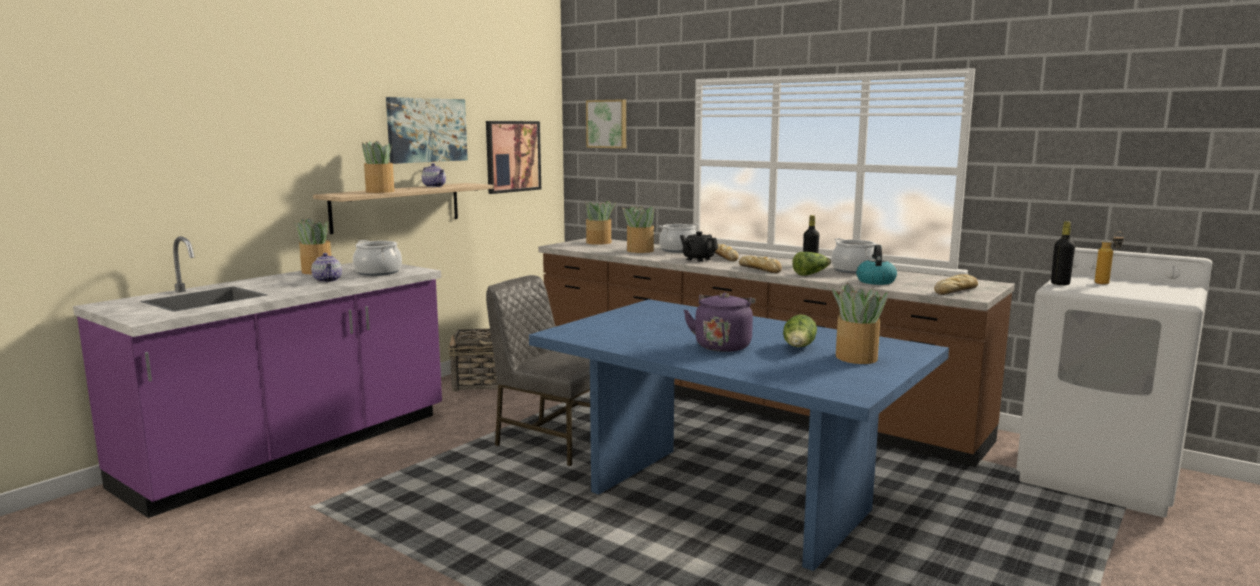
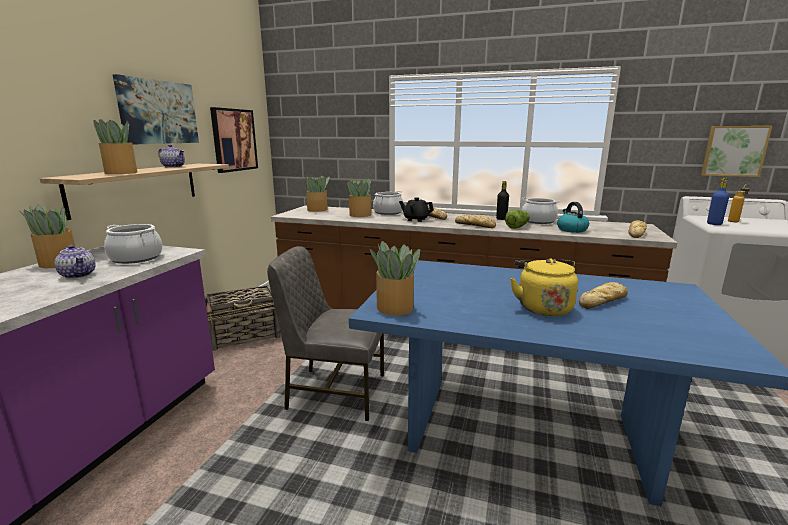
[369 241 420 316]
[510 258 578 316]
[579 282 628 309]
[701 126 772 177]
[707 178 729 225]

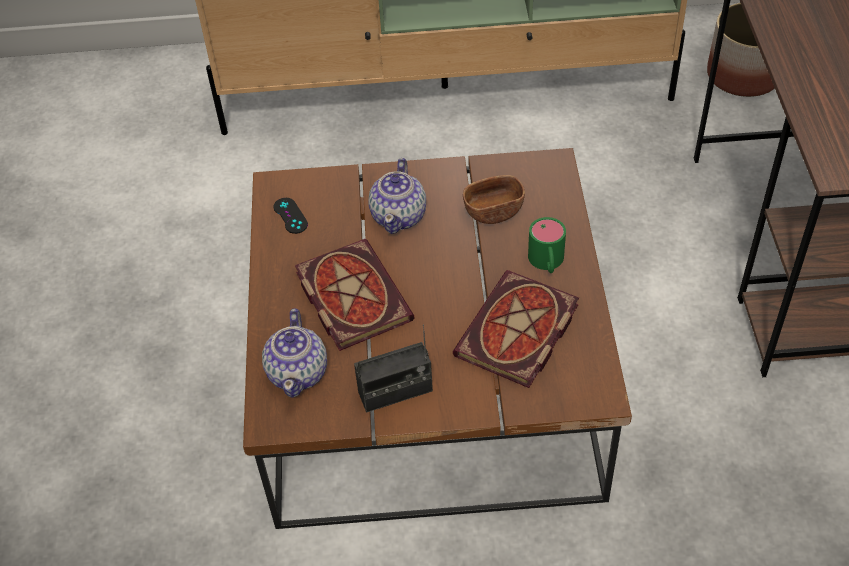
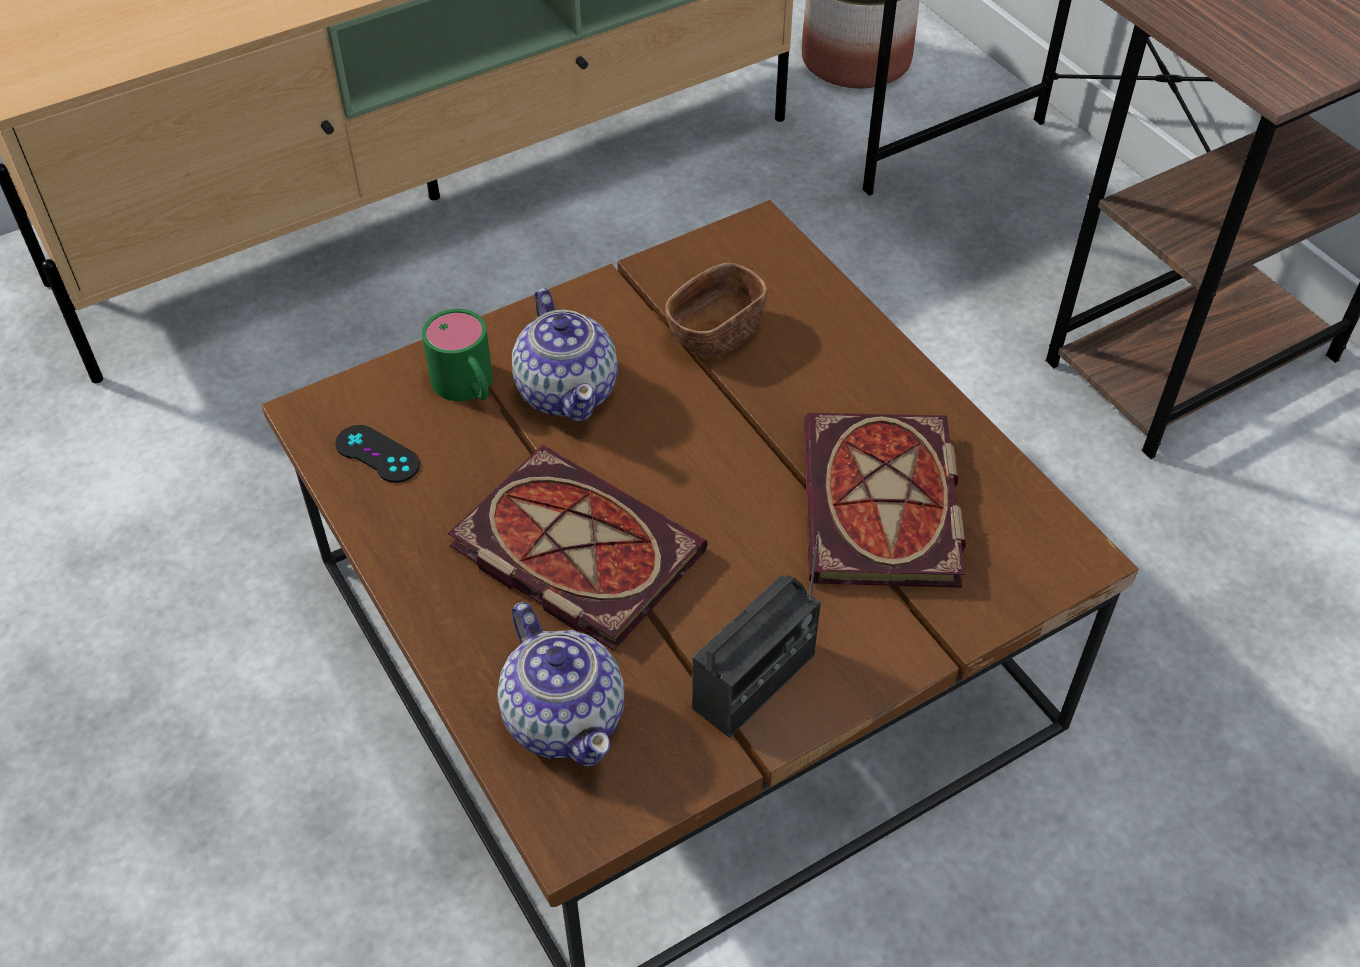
[422 309 493 401]

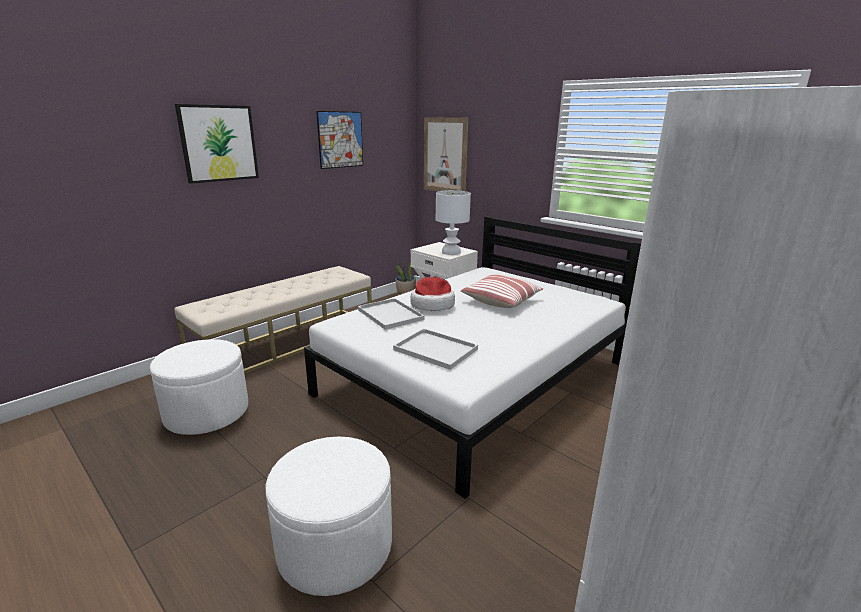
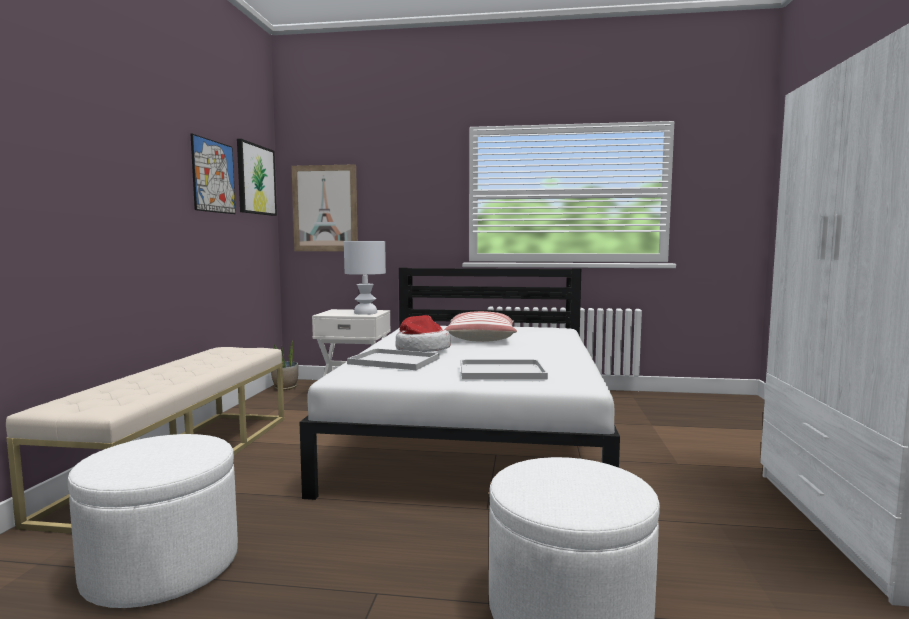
[237 139 277 216]

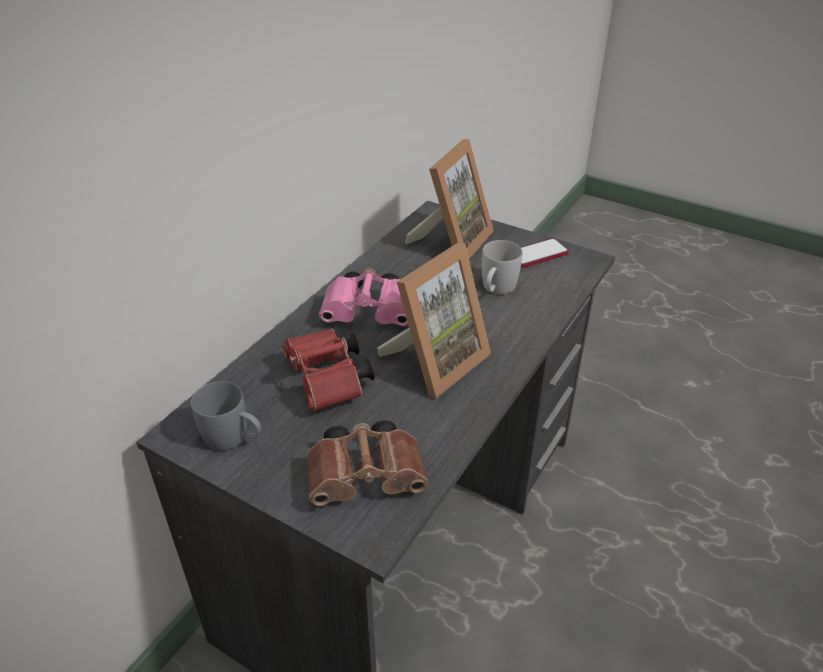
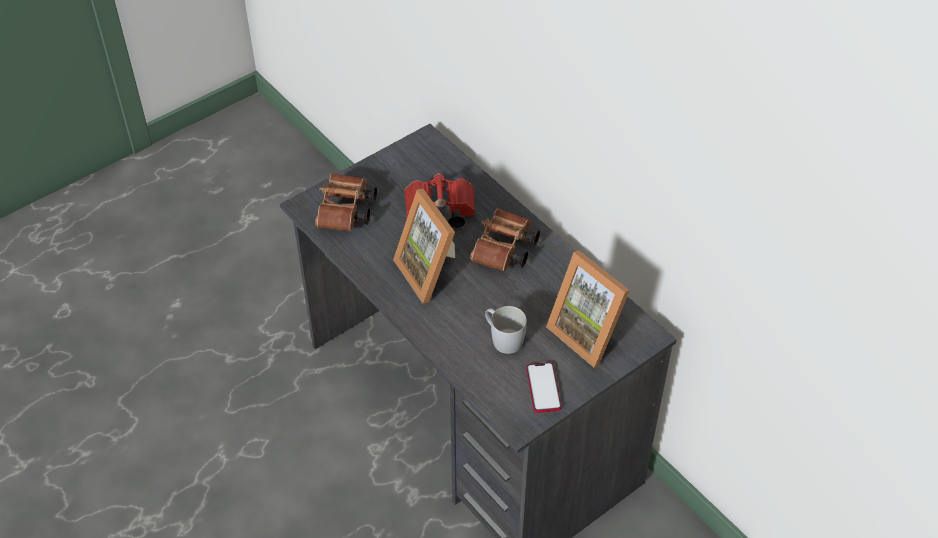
[470 208 540 272]
[191 381 261 451] (first image)

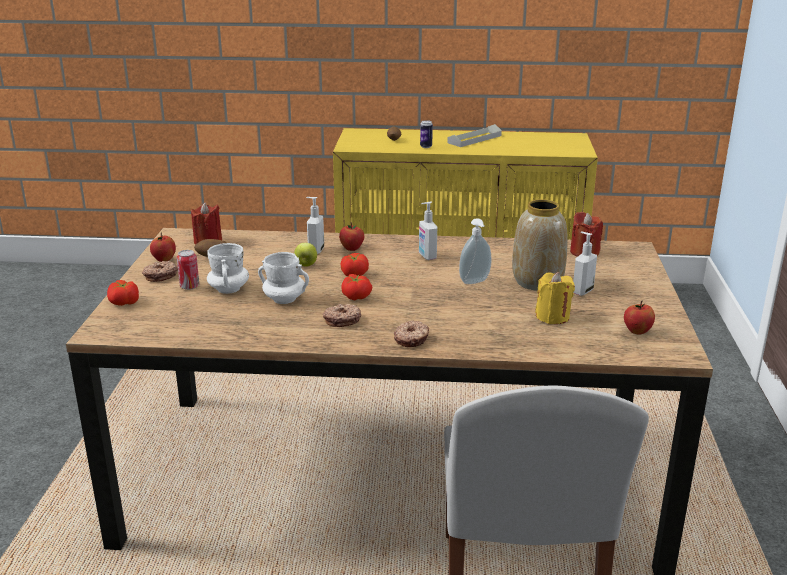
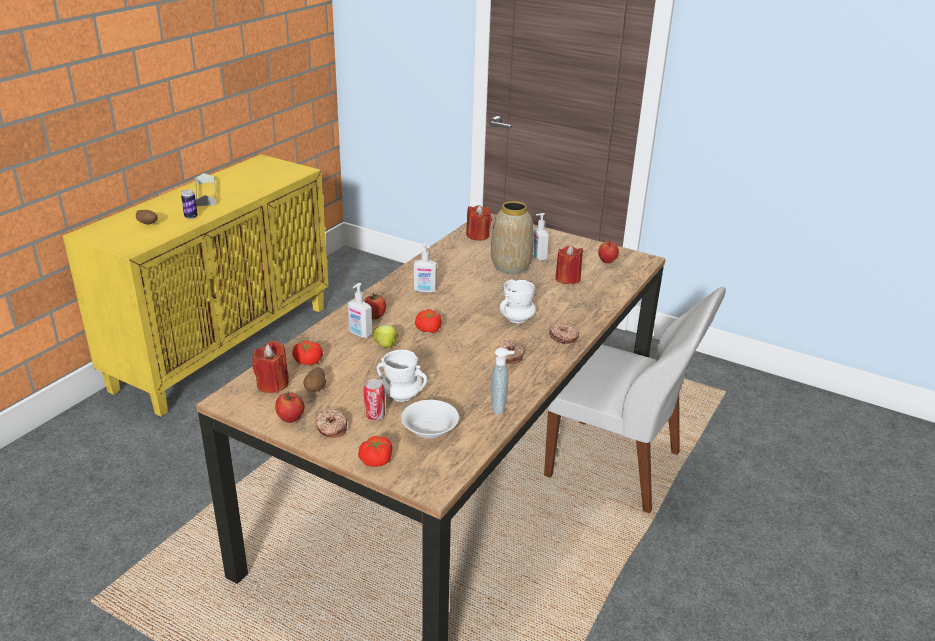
[292 340 323 365]
[401 400 459 439]
[490 348 514 415]
[500 279 536 323]
[555 245 583 284]

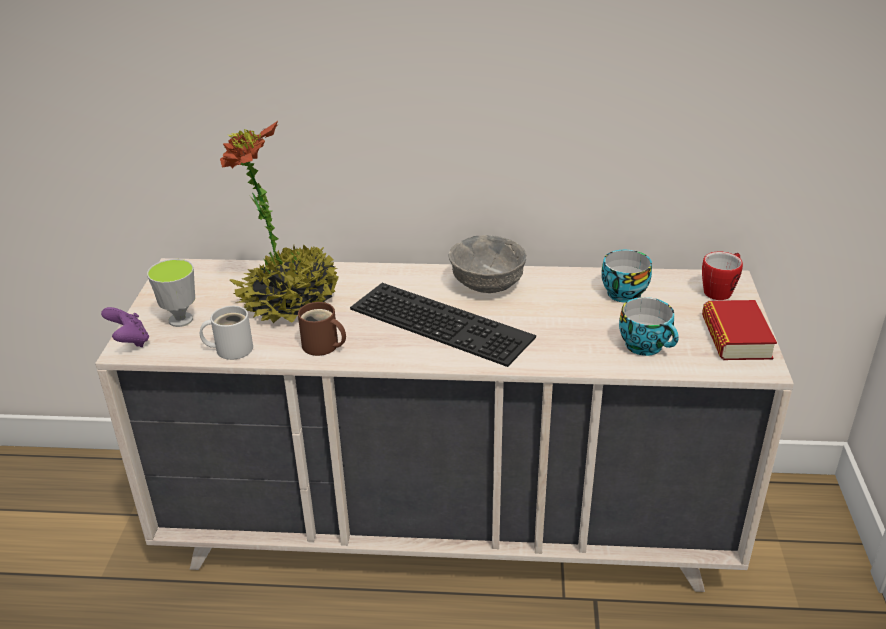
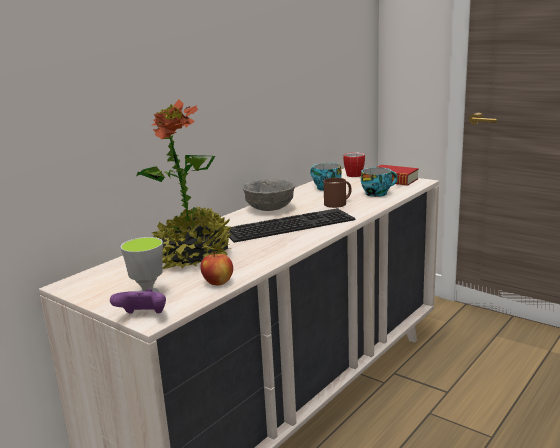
[200 251 233 285]
[323 178 352 208]

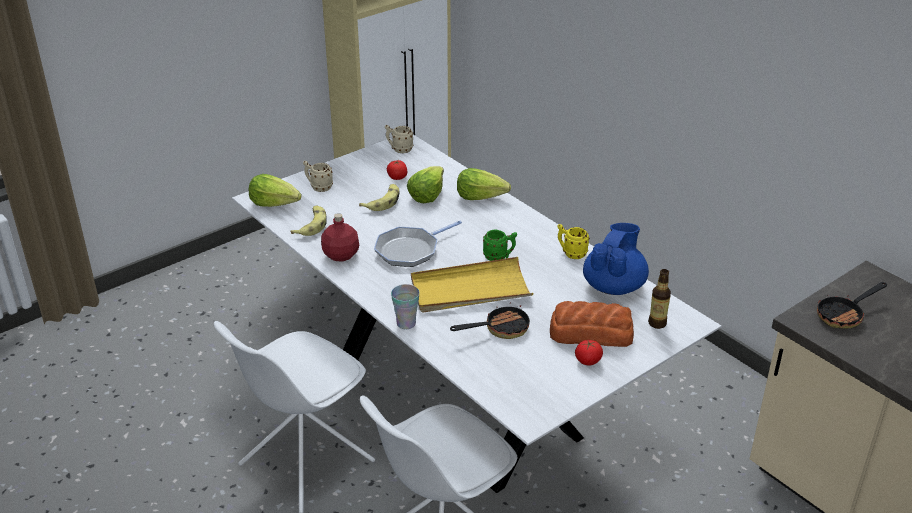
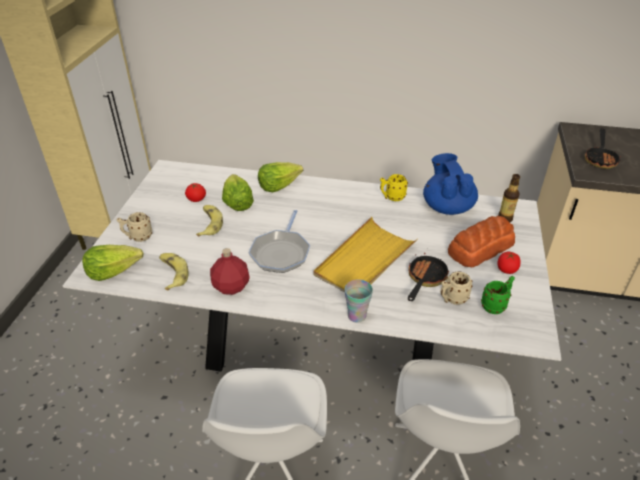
[440 271 472 305]
[481 276 515 314]

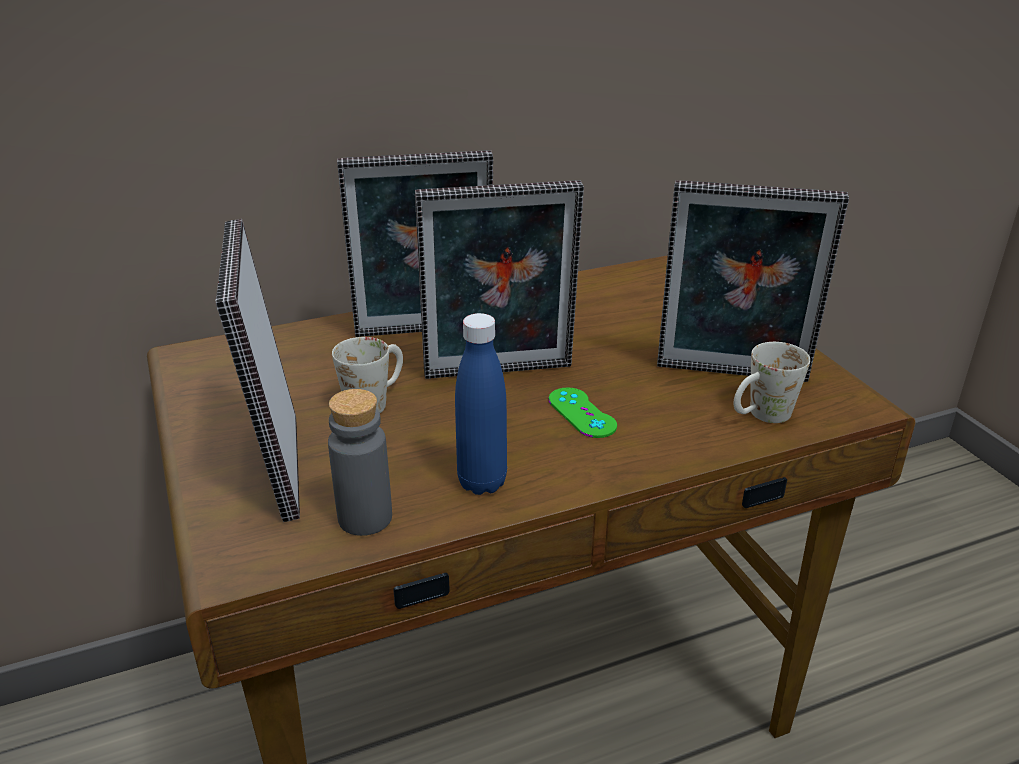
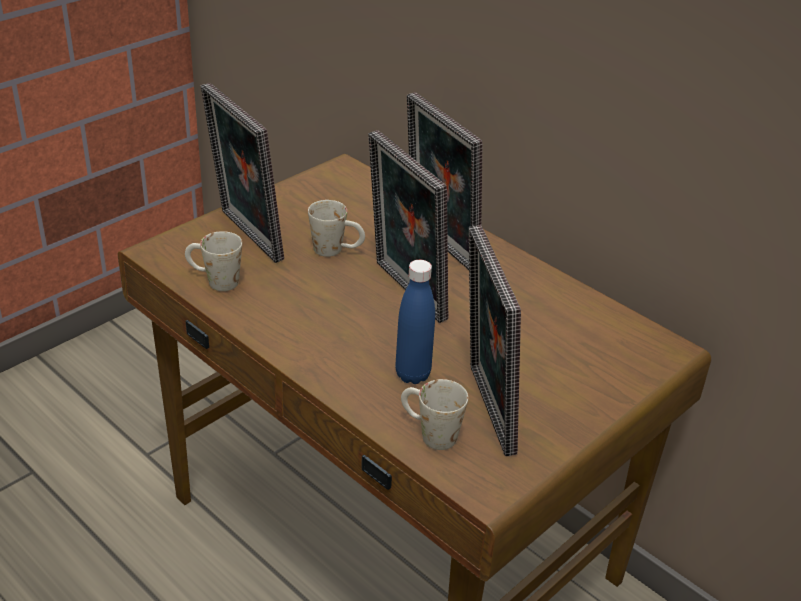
[185 231 242 291]
[201 83 284 263]
[395 260 435 384]
[549 388 617 438] (first image)

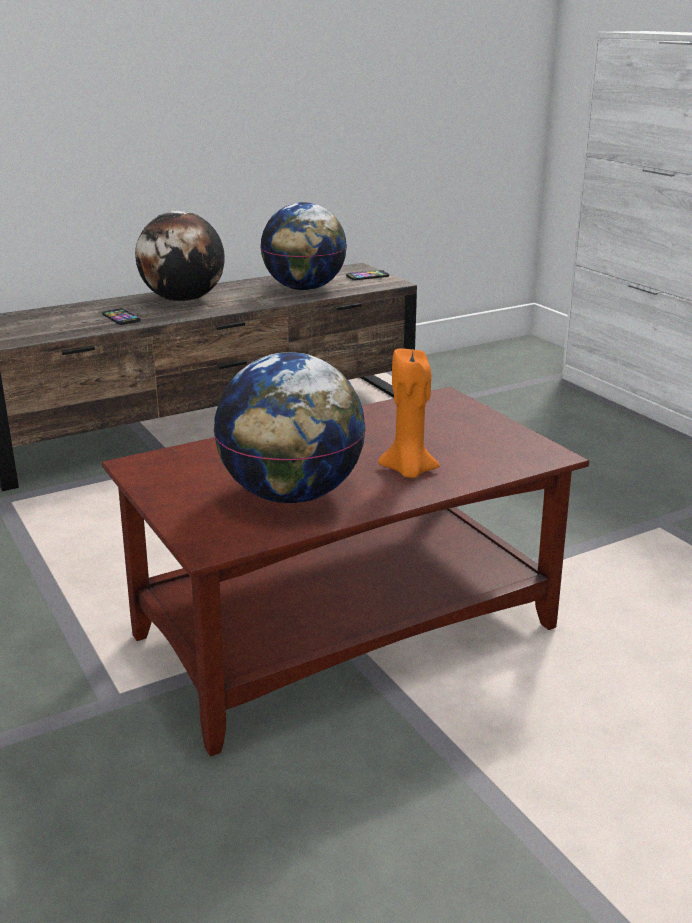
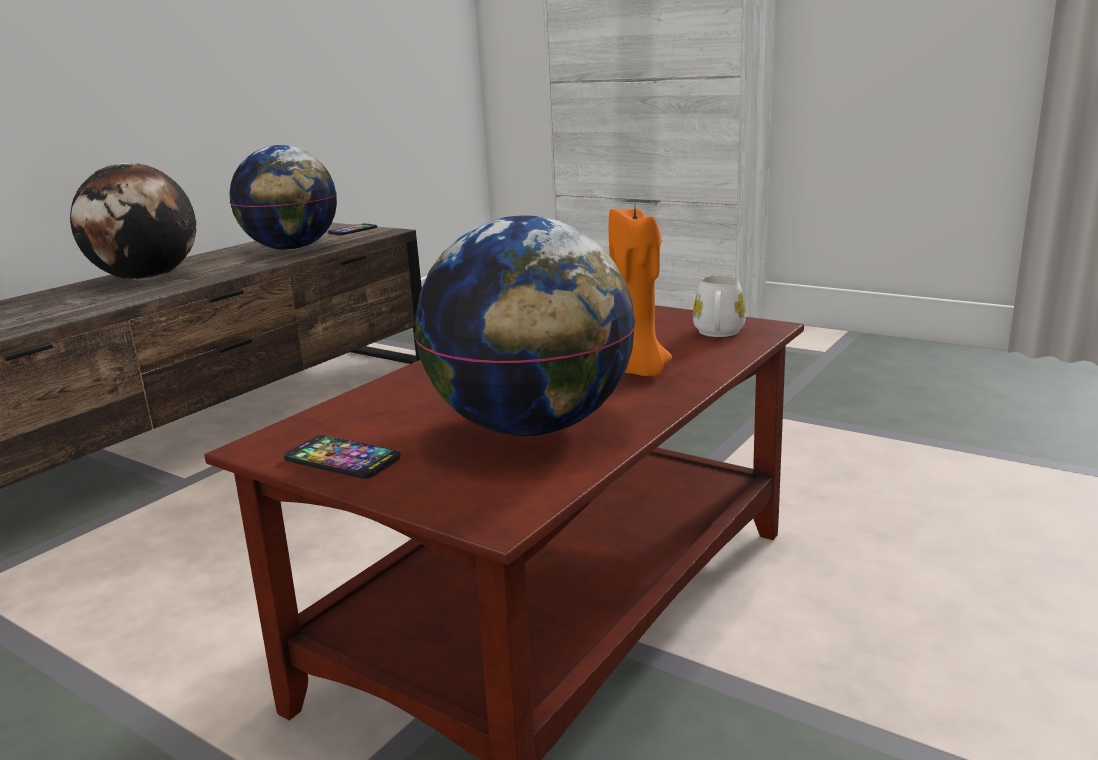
[284 435 401 479]
[693 275 746 337]

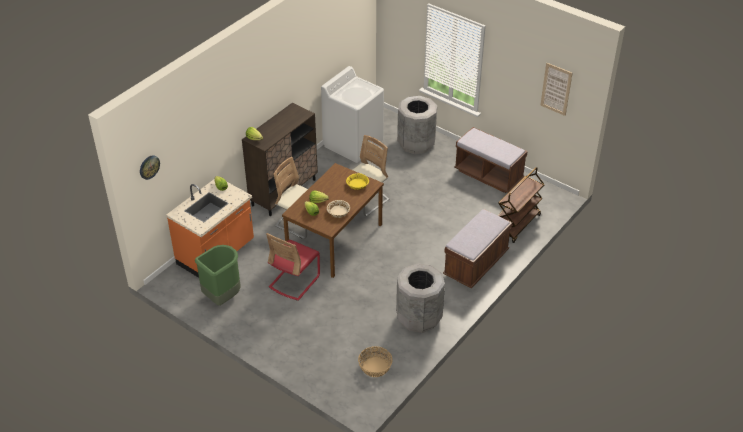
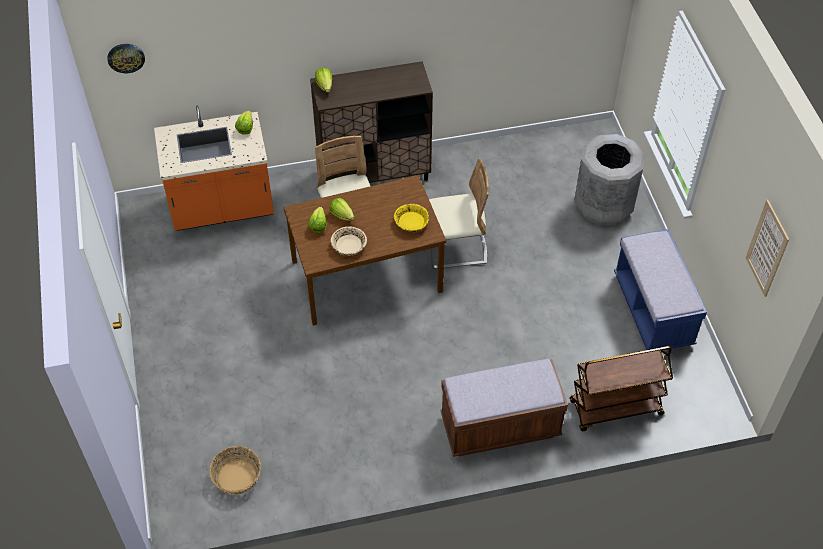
[614 229 707 350]
[195 245 241 306] (first image)
[266 233 320 301] (first image)
[321 66 384 163] (first image)
[396 263 445 333] (first image)

